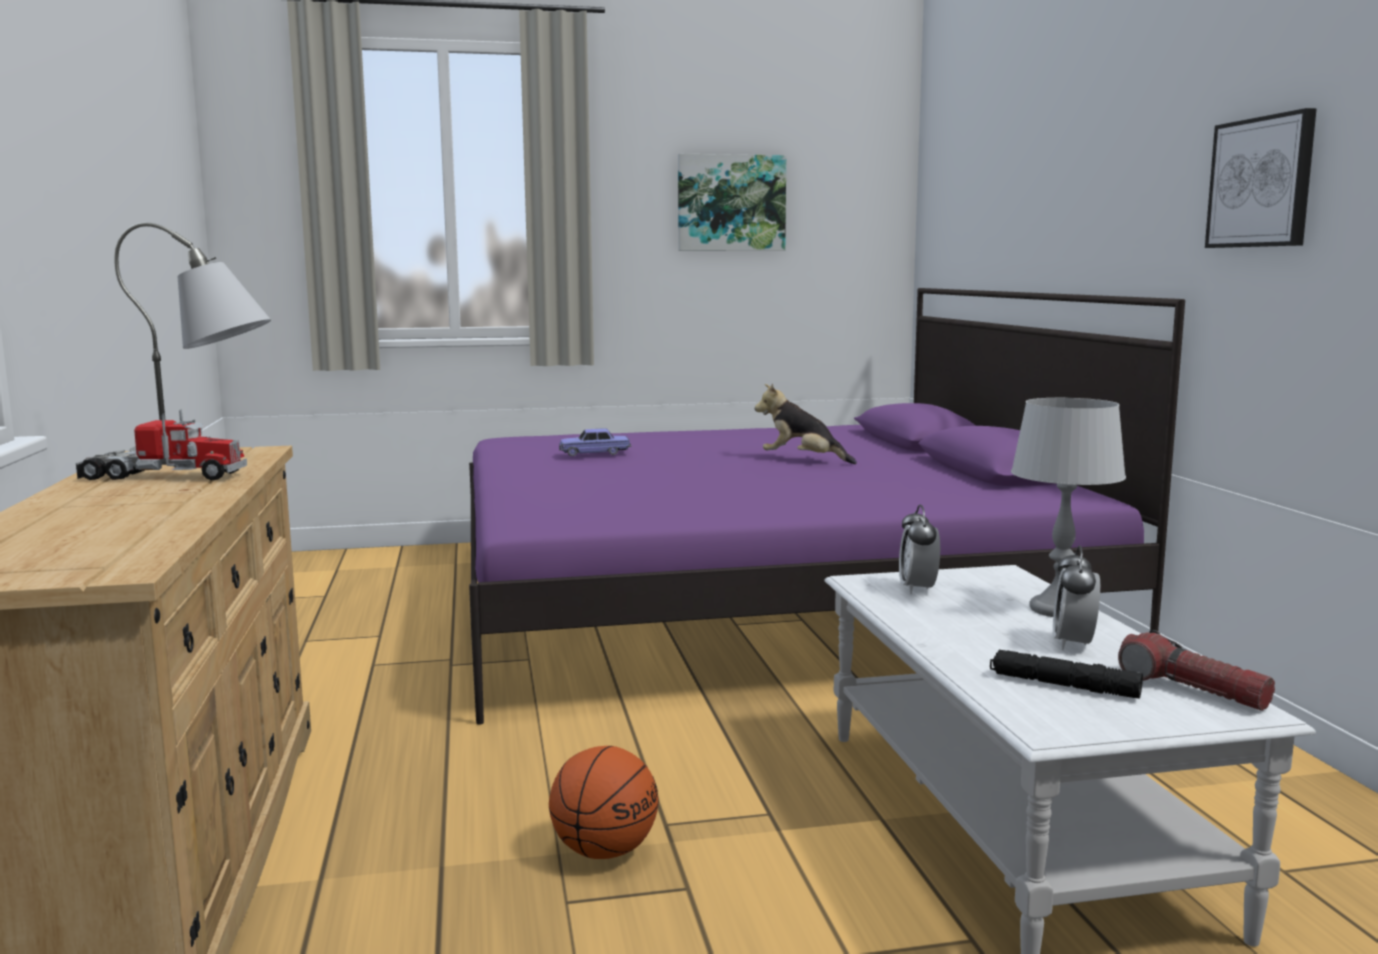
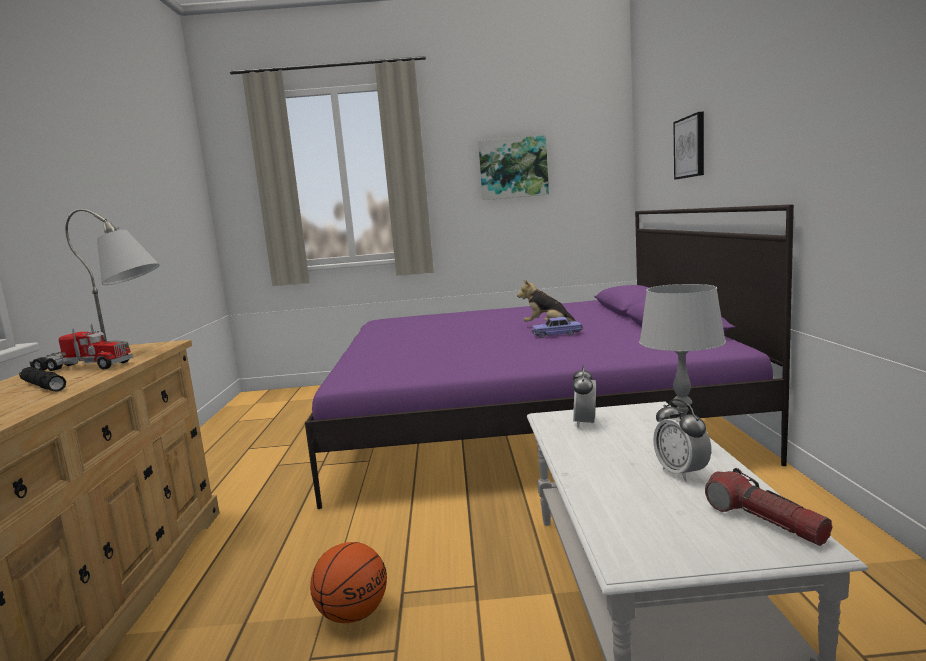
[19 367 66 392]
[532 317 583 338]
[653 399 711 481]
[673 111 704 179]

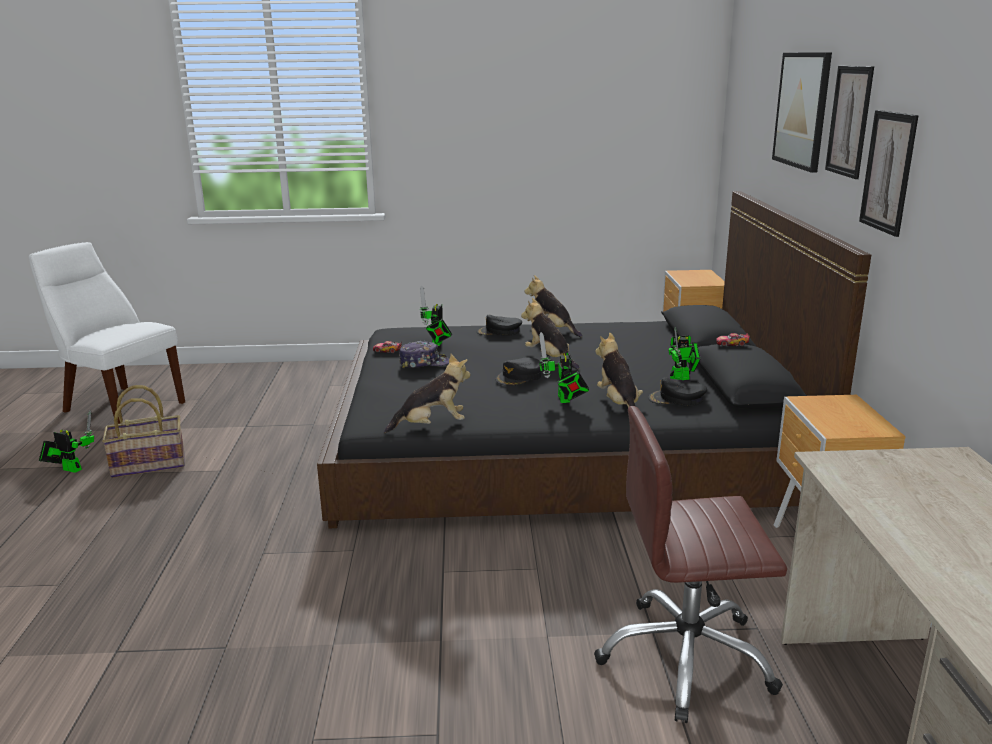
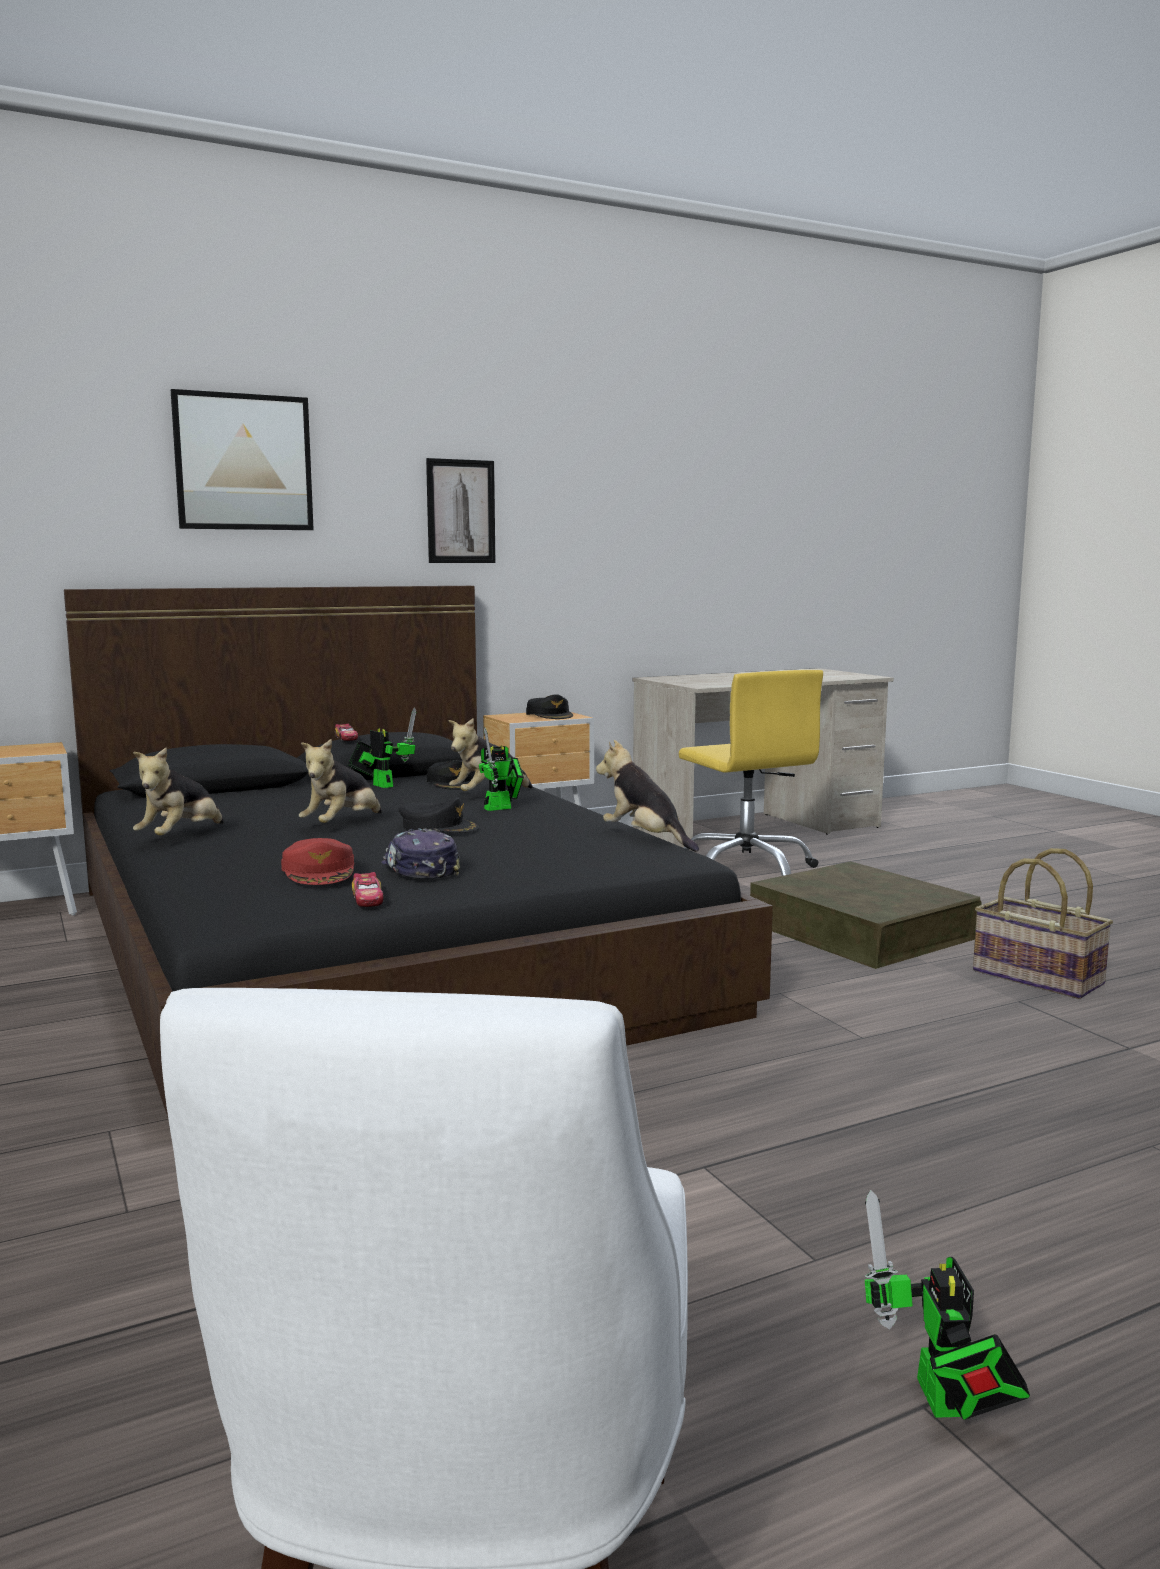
[281 838 354 885]
[526 694 573 719]
[679 670 823 876]
[750 861 981 969]
[973 848 1113 999]
[825 66 874 179] (first image)

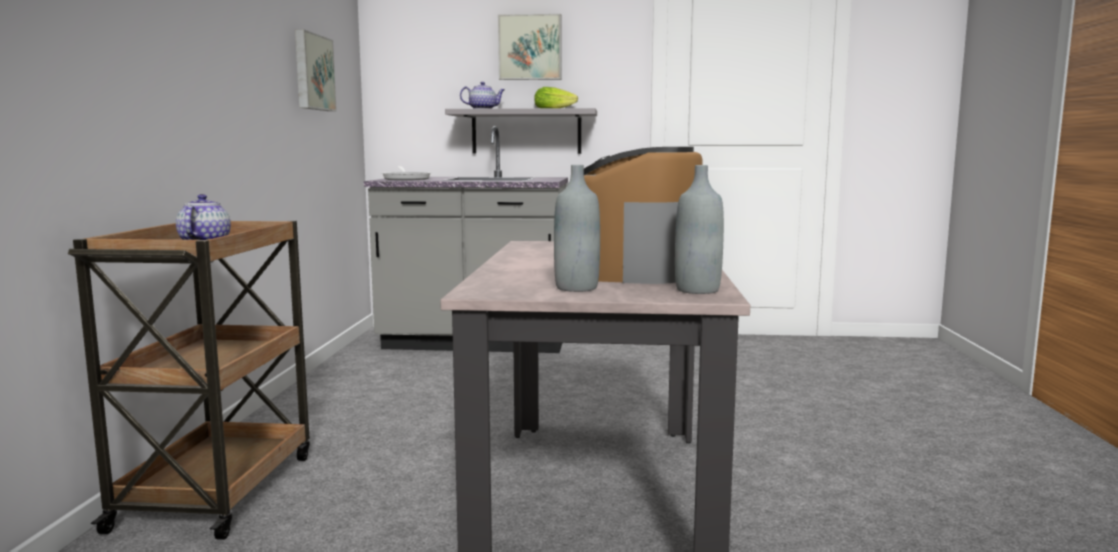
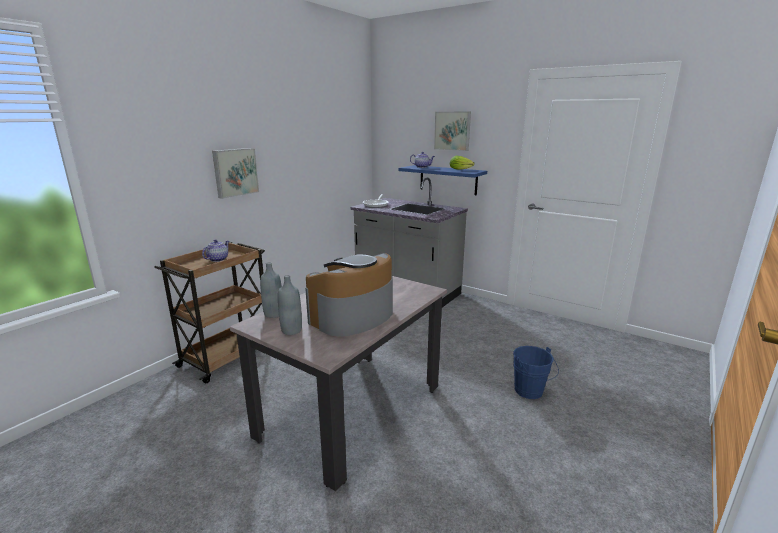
[212 148 259 199]
[260 262 282 318]
[399 165 487 195]
[513 346 559 399]

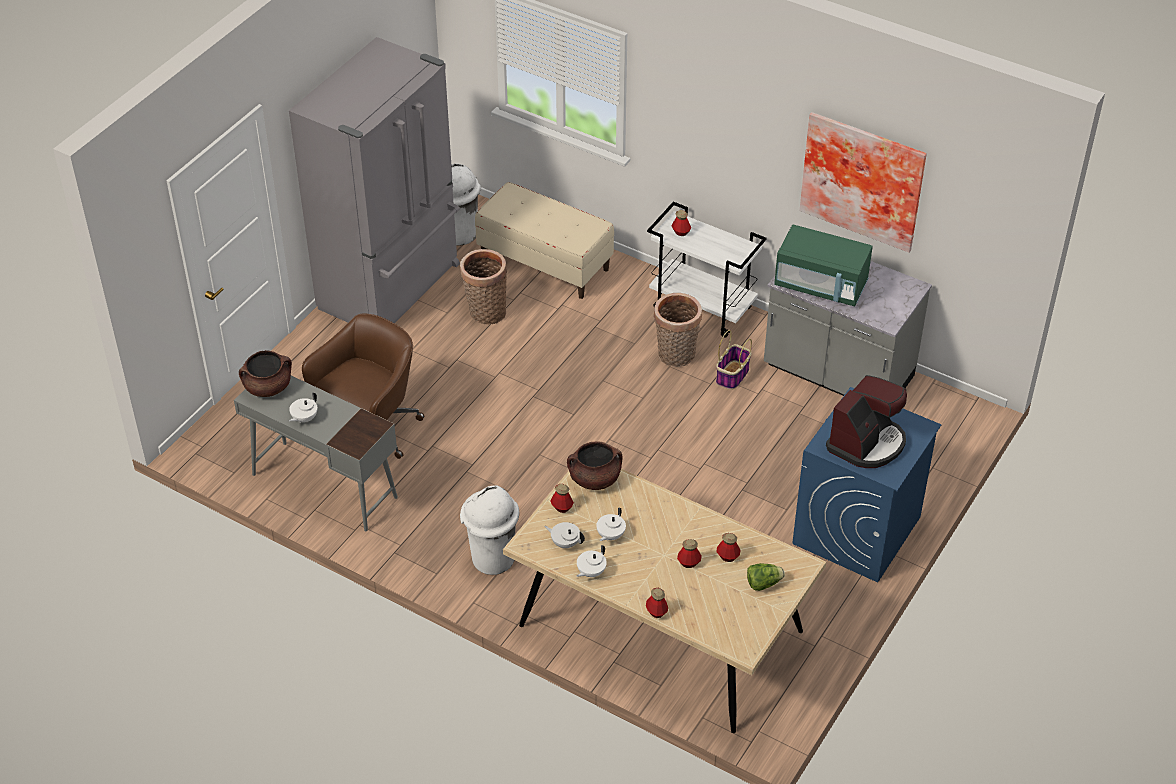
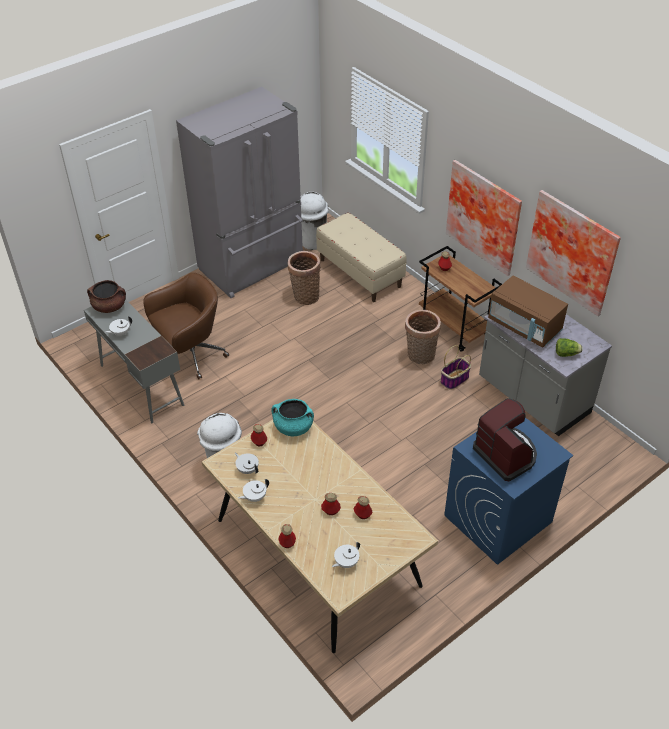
[271 399 314 436]
[332 542 360 568]
[419 246 502 352]
[446 160 522 276]
[473 398 537 481]
[488 276 568 348]
[556 338 583 357]

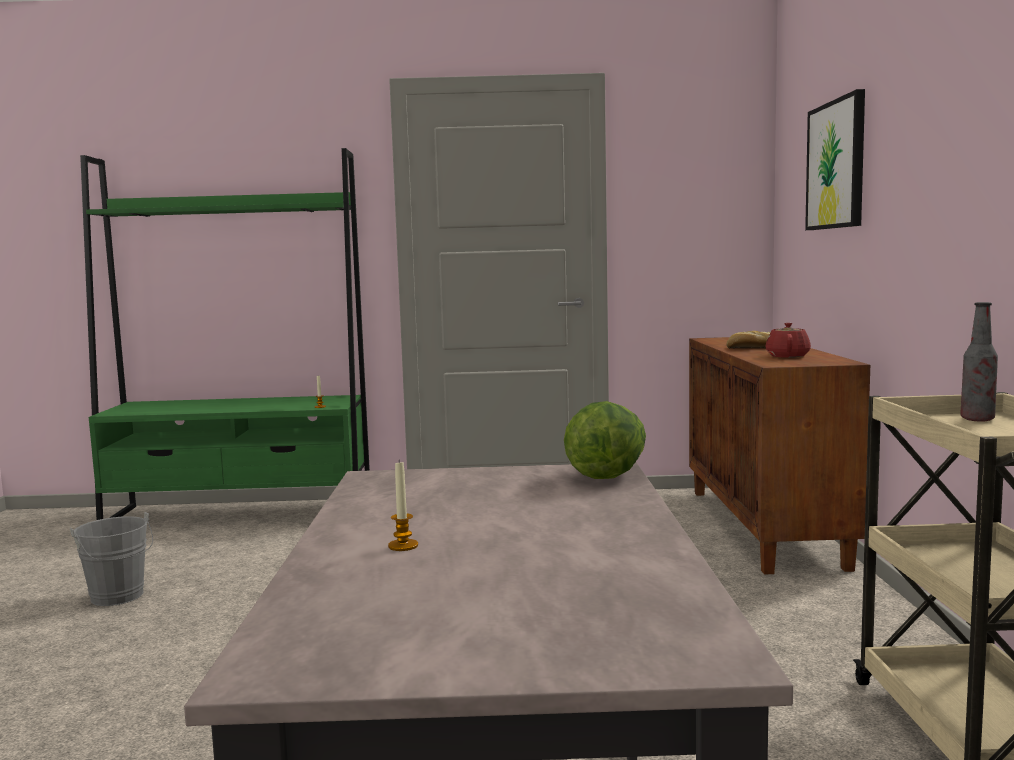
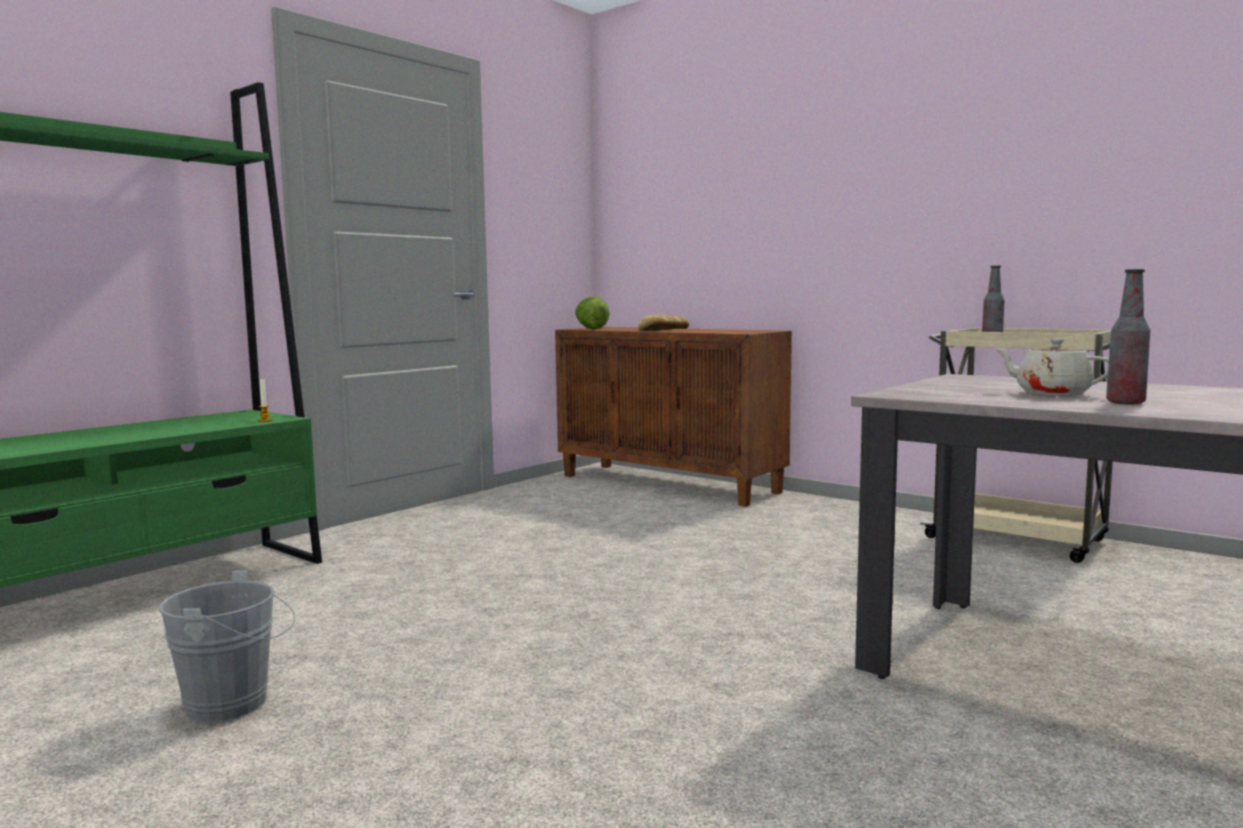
[575 297 610 329]
[994 339 1109 396]
[1106 269 1151 404]
[765 323 811 358] (first image)
[805 89 865 230] (first image)

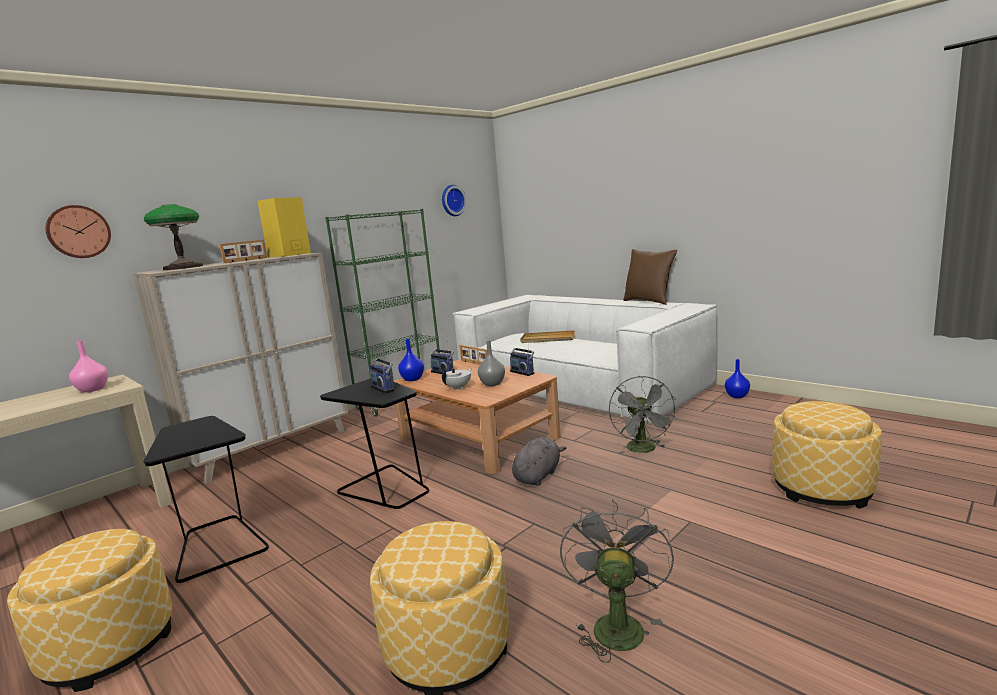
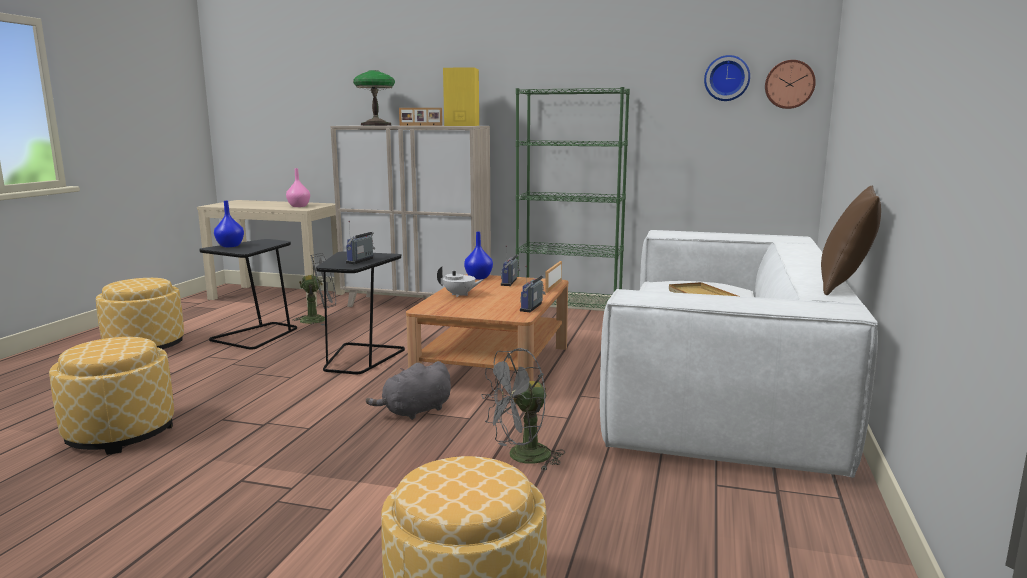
[214 201 244 247]
[292 253 336 326]
[366 361 451 420]
[765 60 816 109]
[478 340 505 386] (first image)

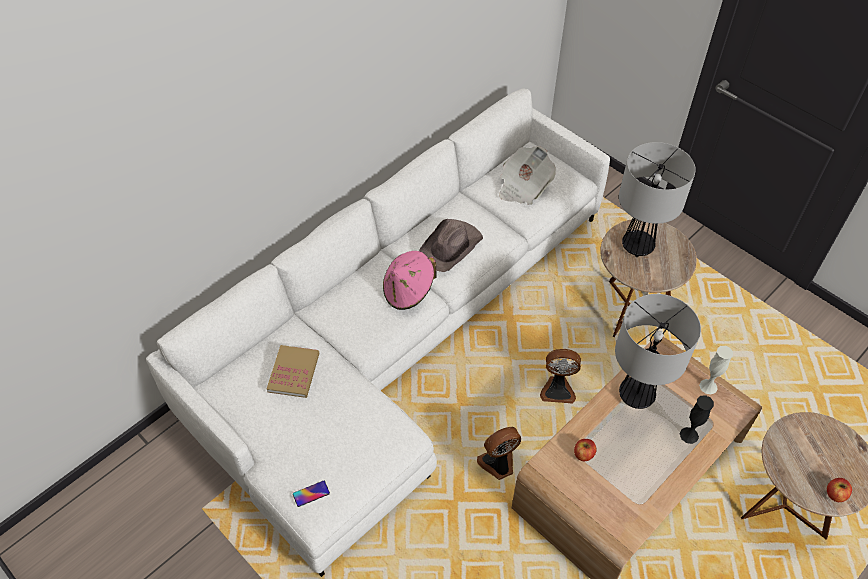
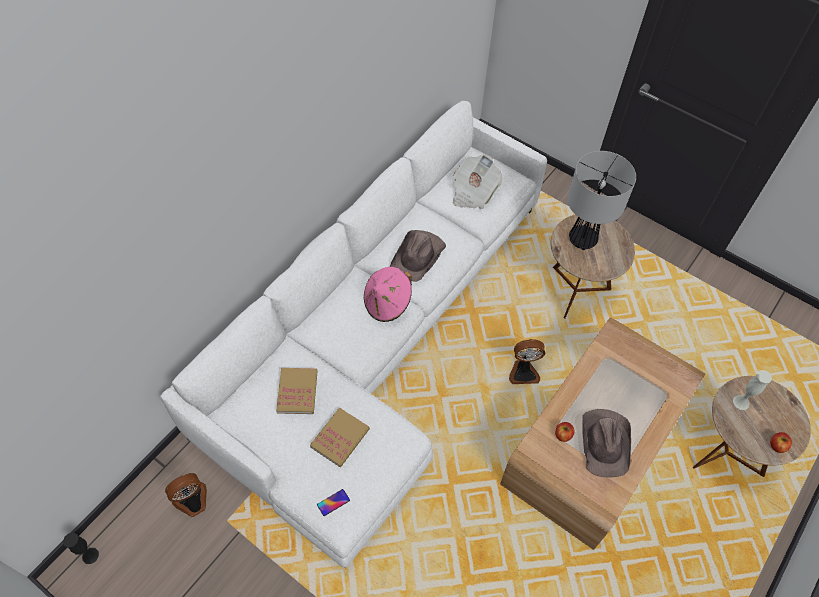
[63 533 99 564]
[165 473 207 517]
[310 407 370 467]
[582 409 631 478]
[733 370 772 410]
[615 294 701 409] (first image)

